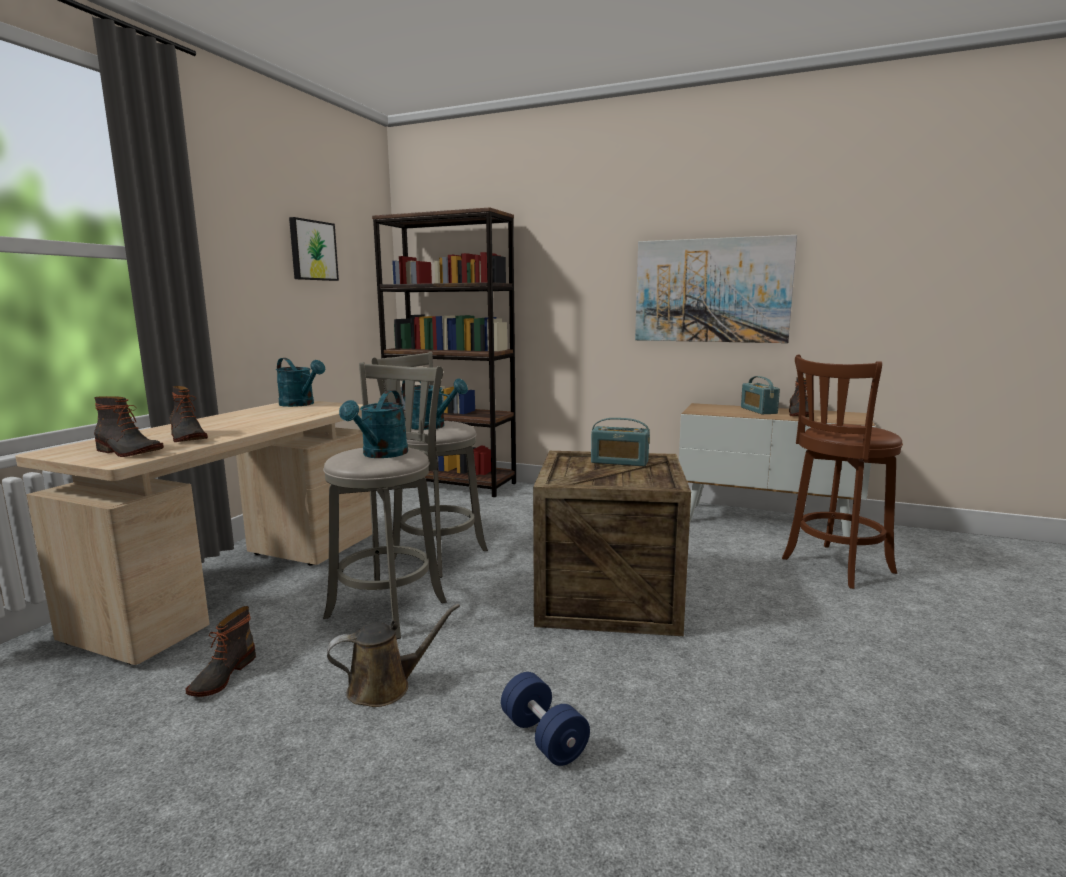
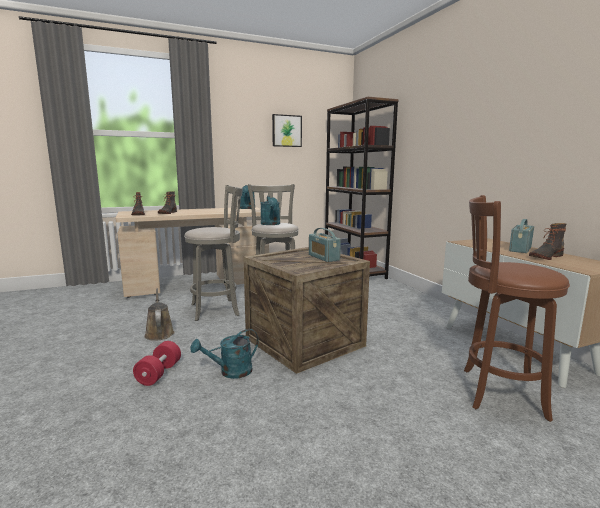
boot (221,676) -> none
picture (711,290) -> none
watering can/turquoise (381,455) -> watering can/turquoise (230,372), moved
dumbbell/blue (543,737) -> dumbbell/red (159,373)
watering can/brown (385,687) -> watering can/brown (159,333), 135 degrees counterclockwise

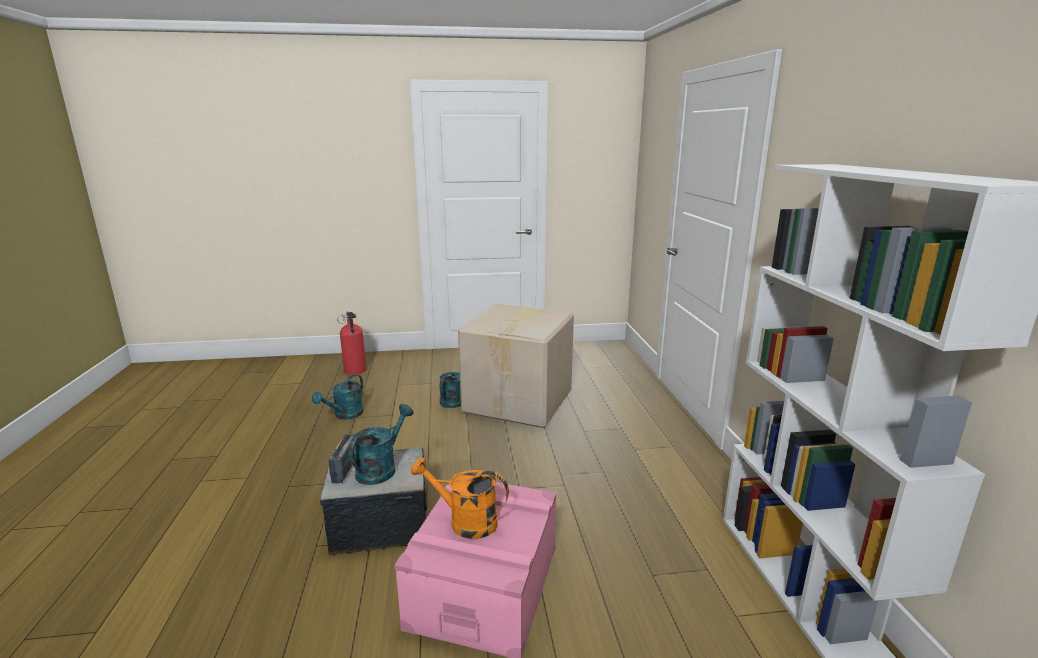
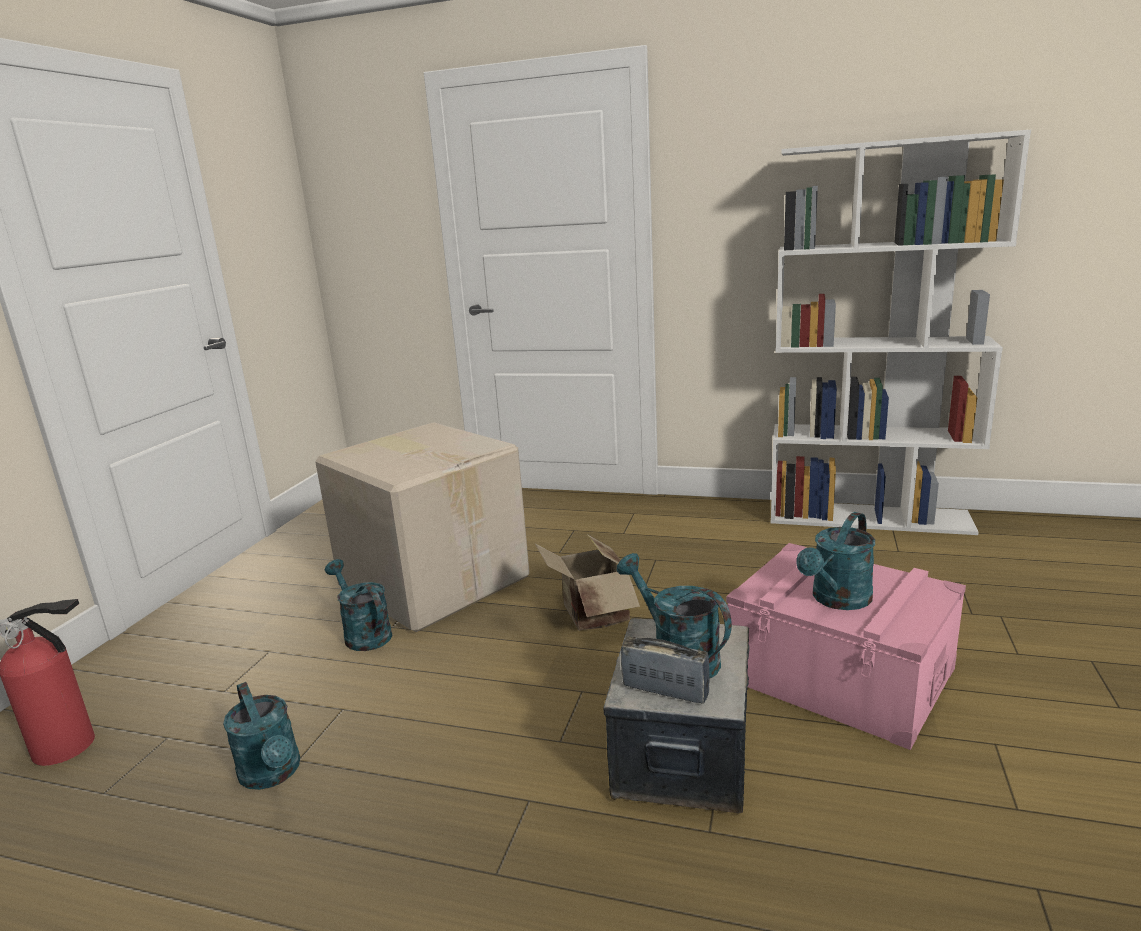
none -> cardboard box (591,616)
watering can/orange (465,521) -> watering can/turquoise (837,600)

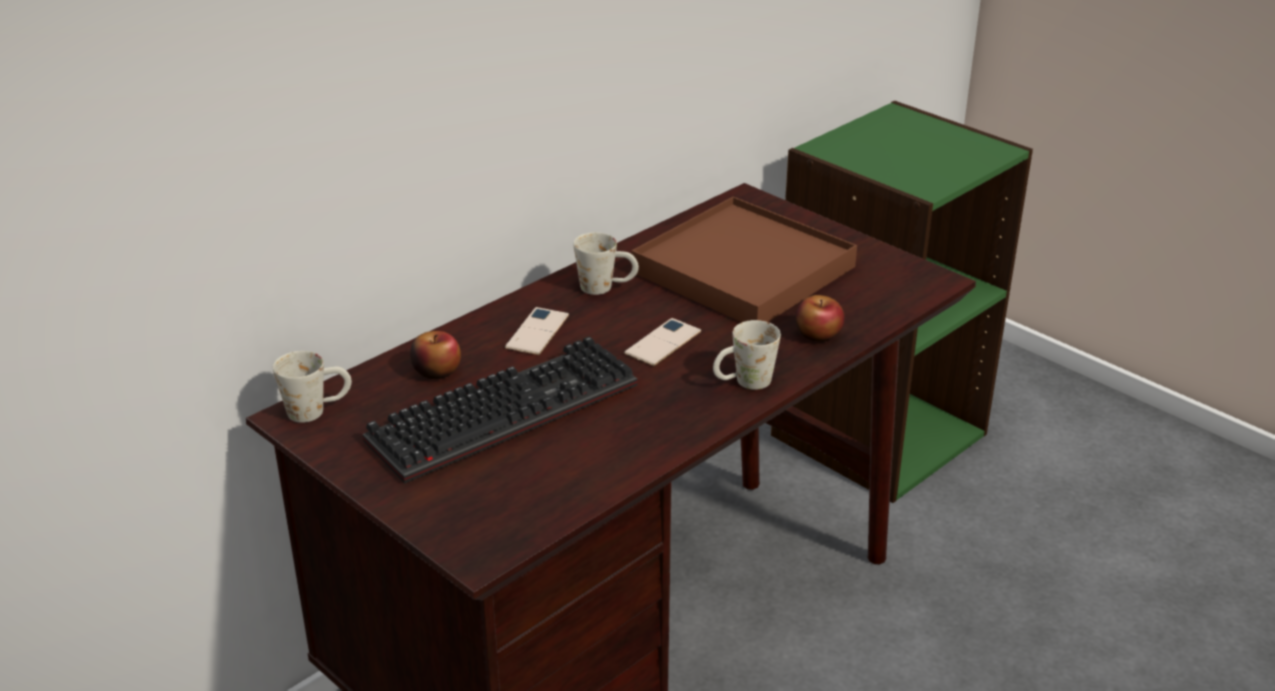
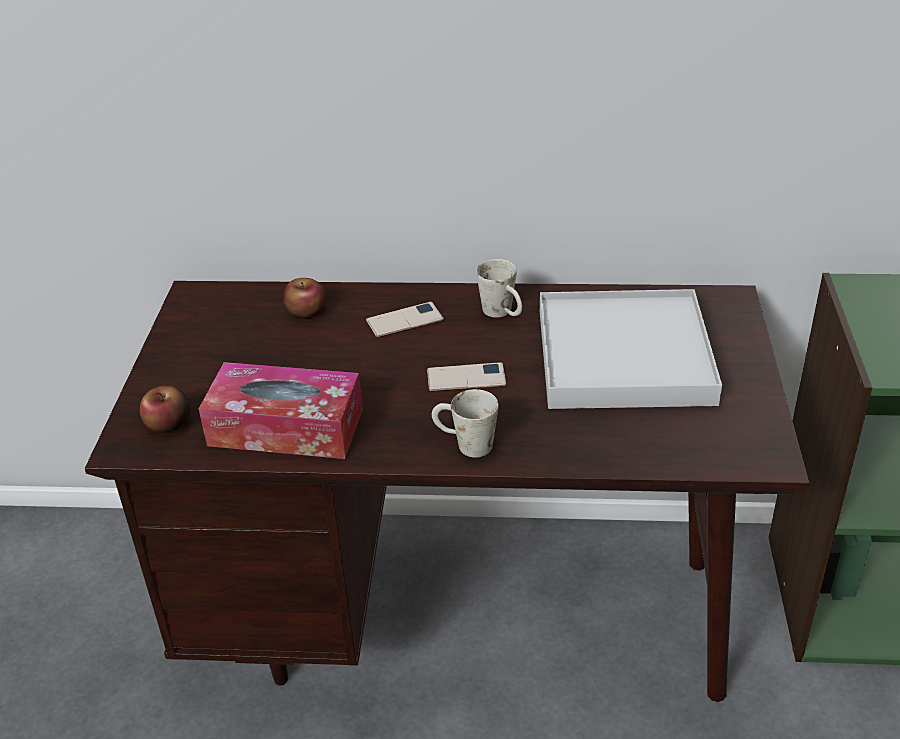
mug/white (317,410) -> none
keyboard (505,409) -> none
none -> tissue box (286,428)
apple (818,334) -> apple (168,424), moved
tray/brown (743,269) -> tray/white (624,356)

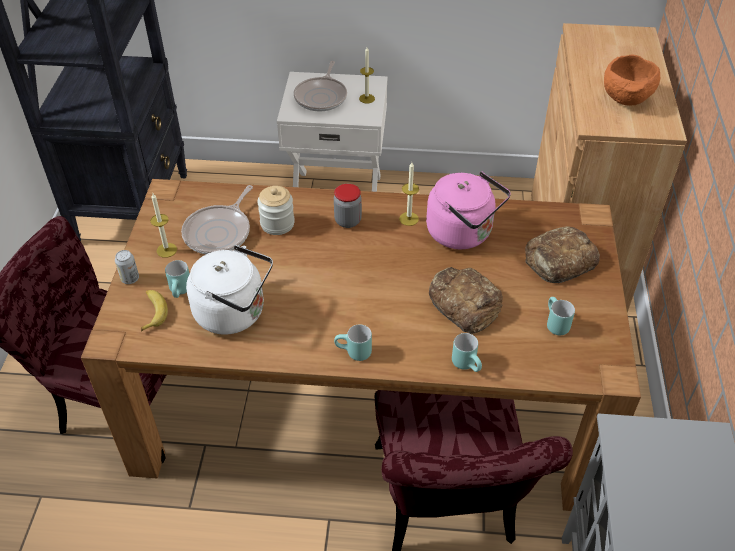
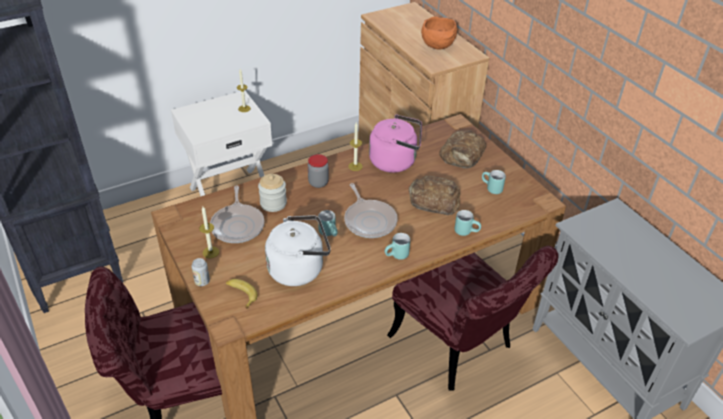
mug/turquoise (181,291) -> mug/turquoise (330,233), moved
frying pan (322,96) -> frying pan (369,220), moved

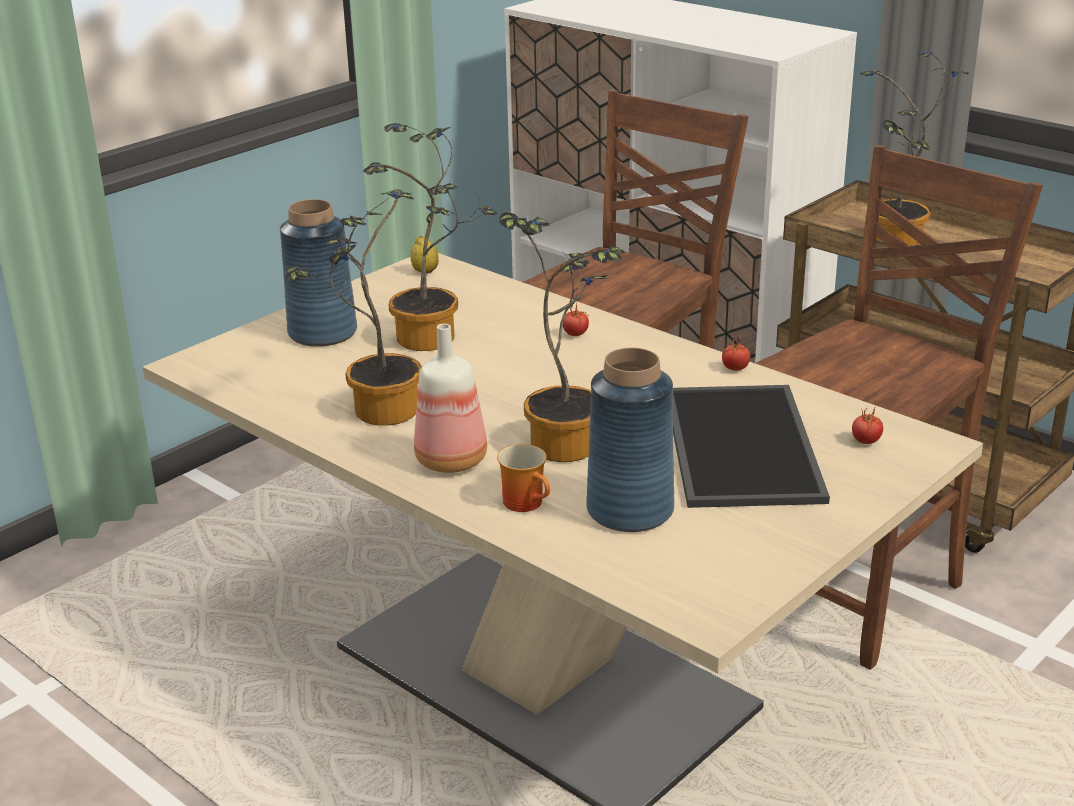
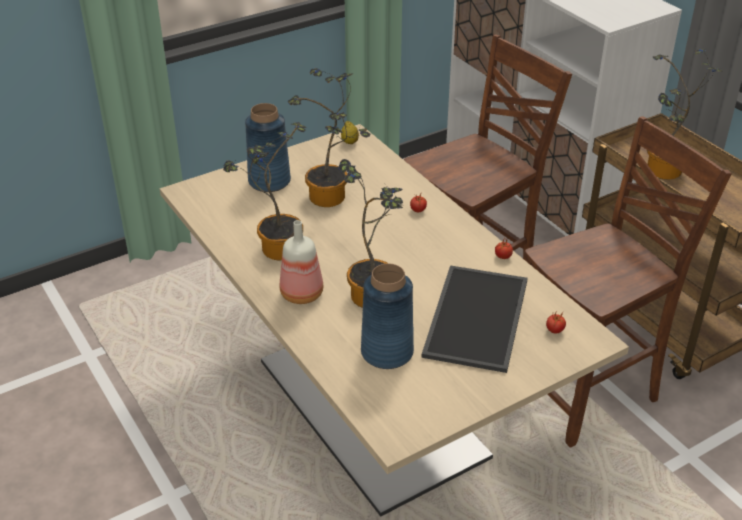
mug (528,503) -> none

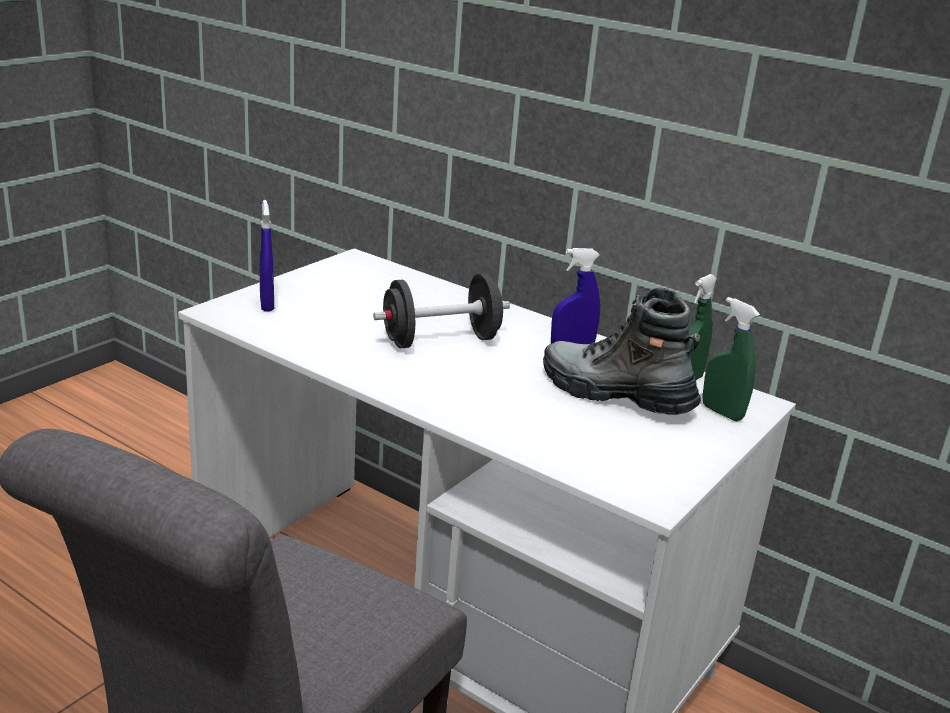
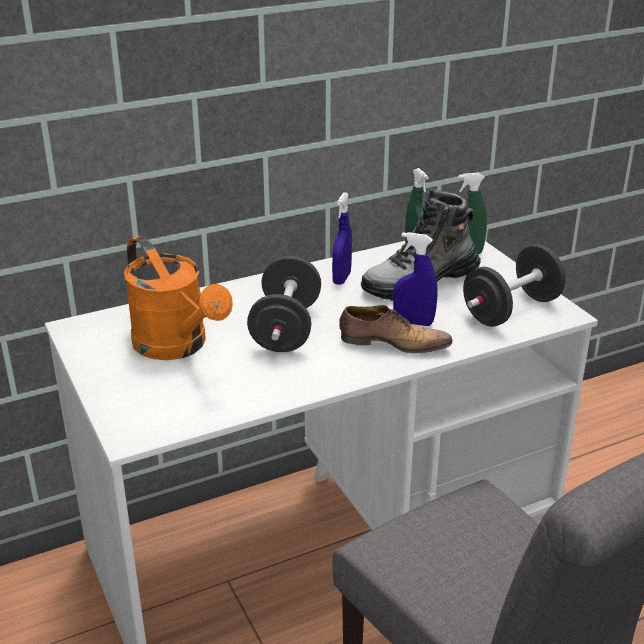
none -> watering can/orange (177,346)
none -> shoe (392,343)
none -> dumbbell/black (511,310)
spray bottle/blue (267,304) -> spray bottle/blue (413,322), moved

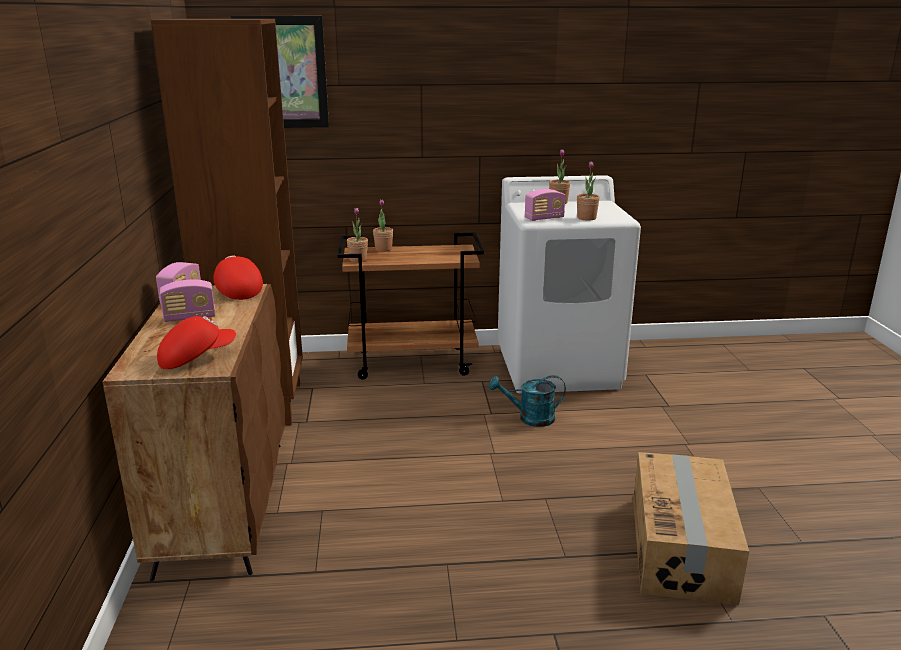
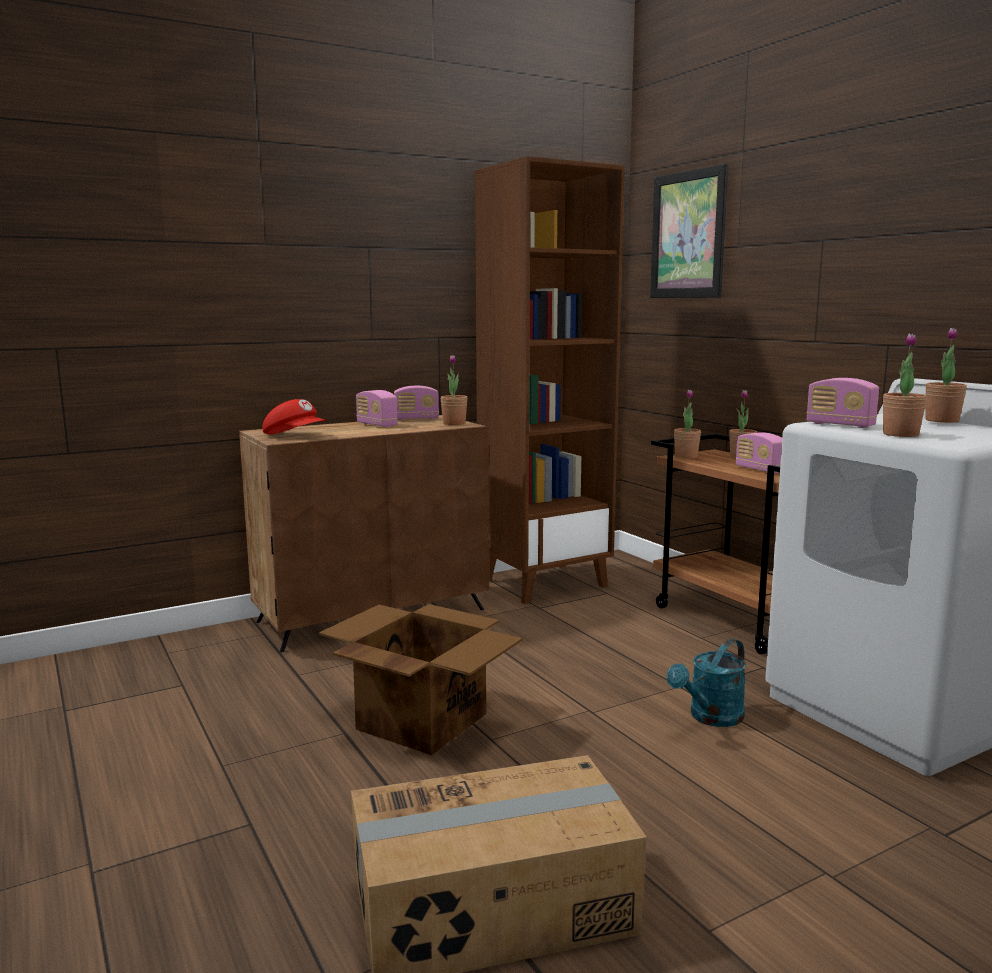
none -> cardboard box (421,720)
none -> radio (759,470)
cap/red (237,290) -> potted plant (454,423)
watering can/turquoise (530,418) -> watering can/turquoise (710,718), 105 degrees counterclockwise

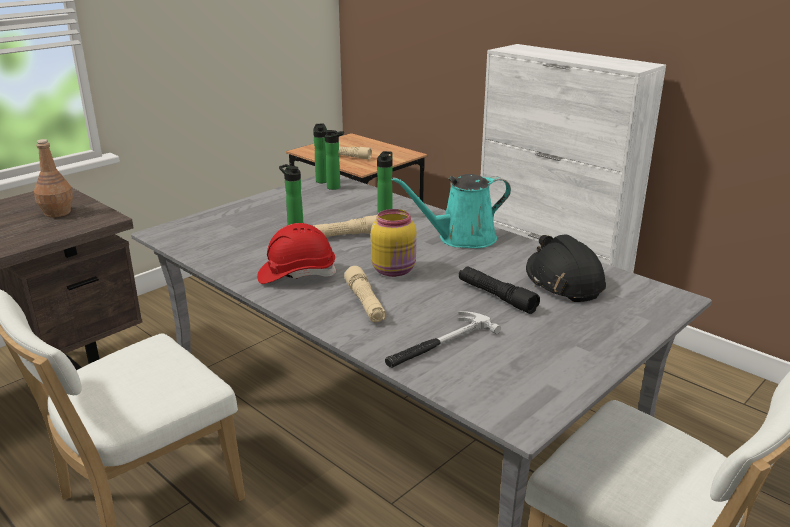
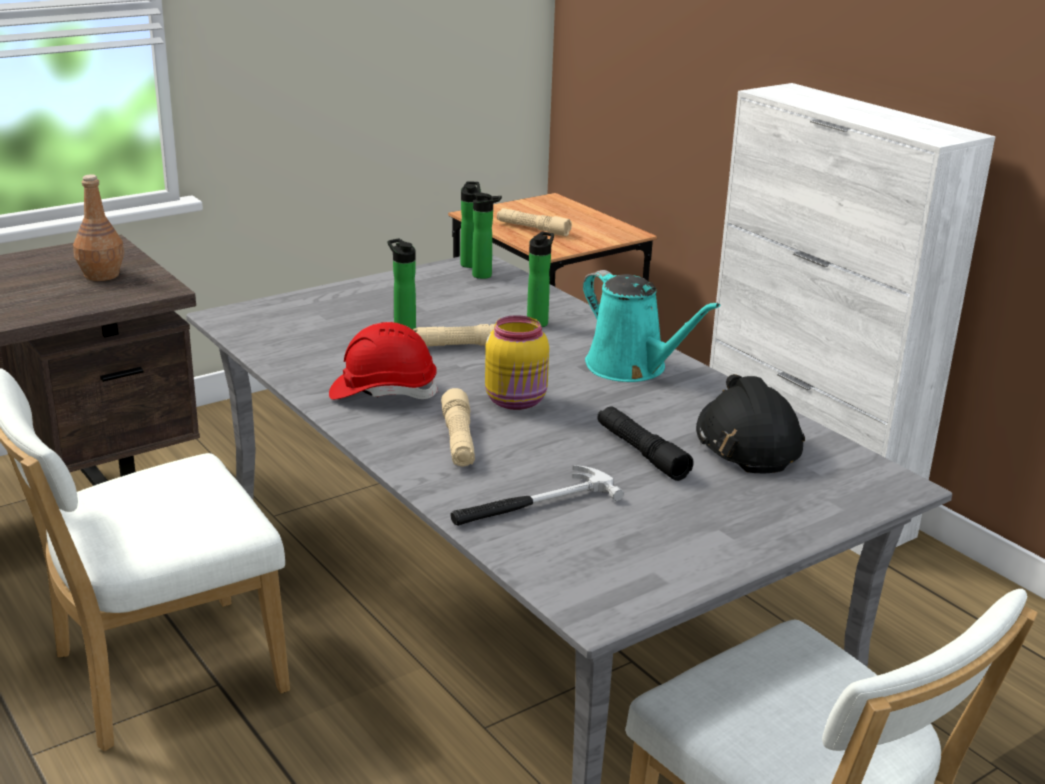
watering can/turquoise (461,239) -> watering can/turquoise (631,368), 120 degrees counterclockwise

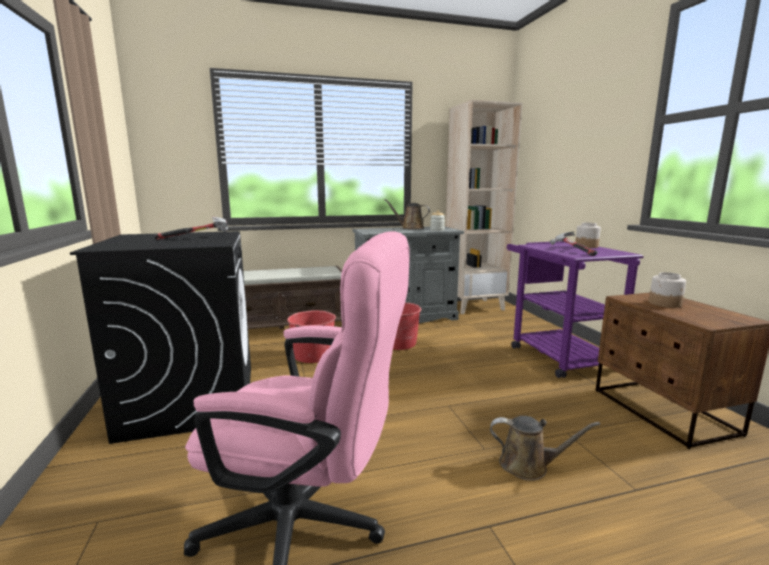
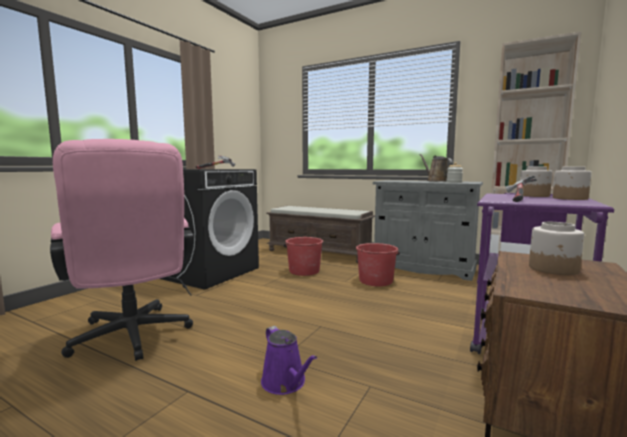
none -> jar (533,196)
watering can/brown (528,466) -> watering can/purple (285,383)

